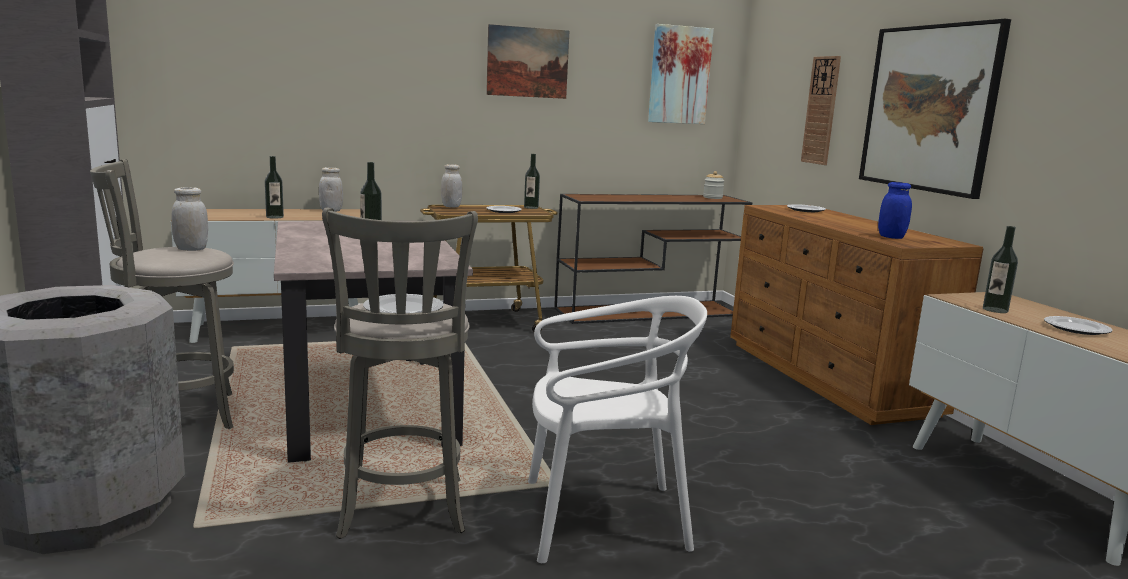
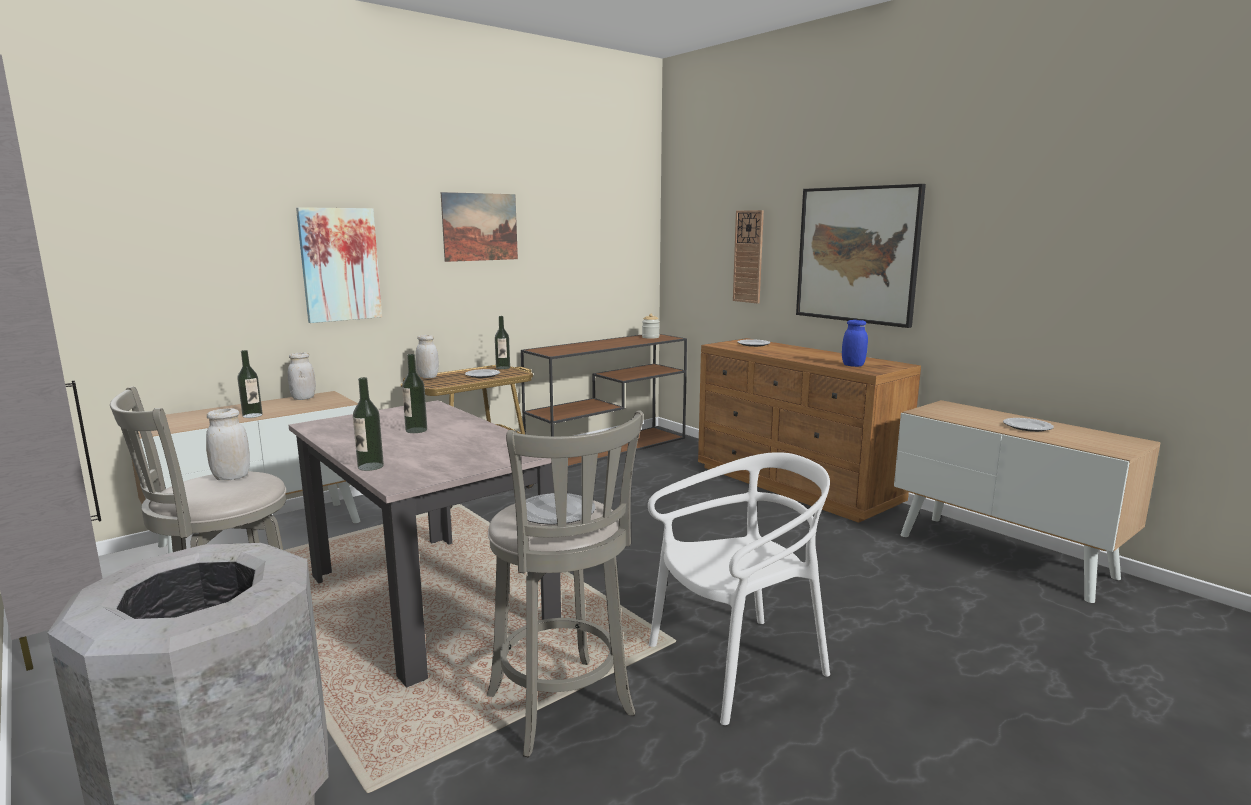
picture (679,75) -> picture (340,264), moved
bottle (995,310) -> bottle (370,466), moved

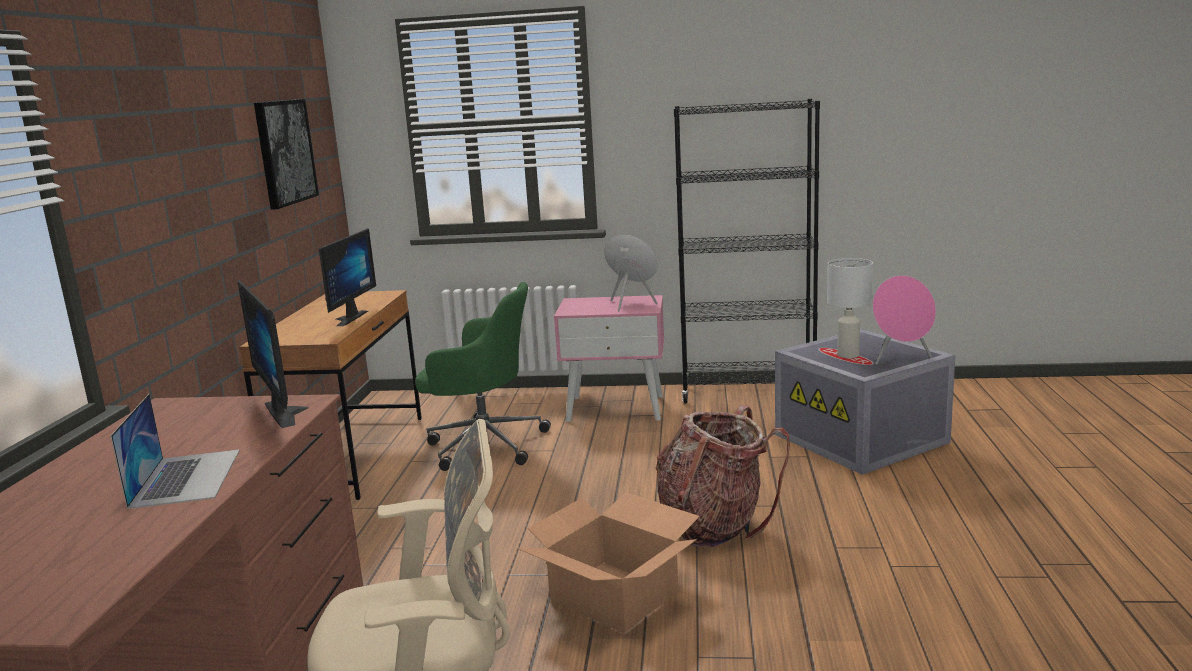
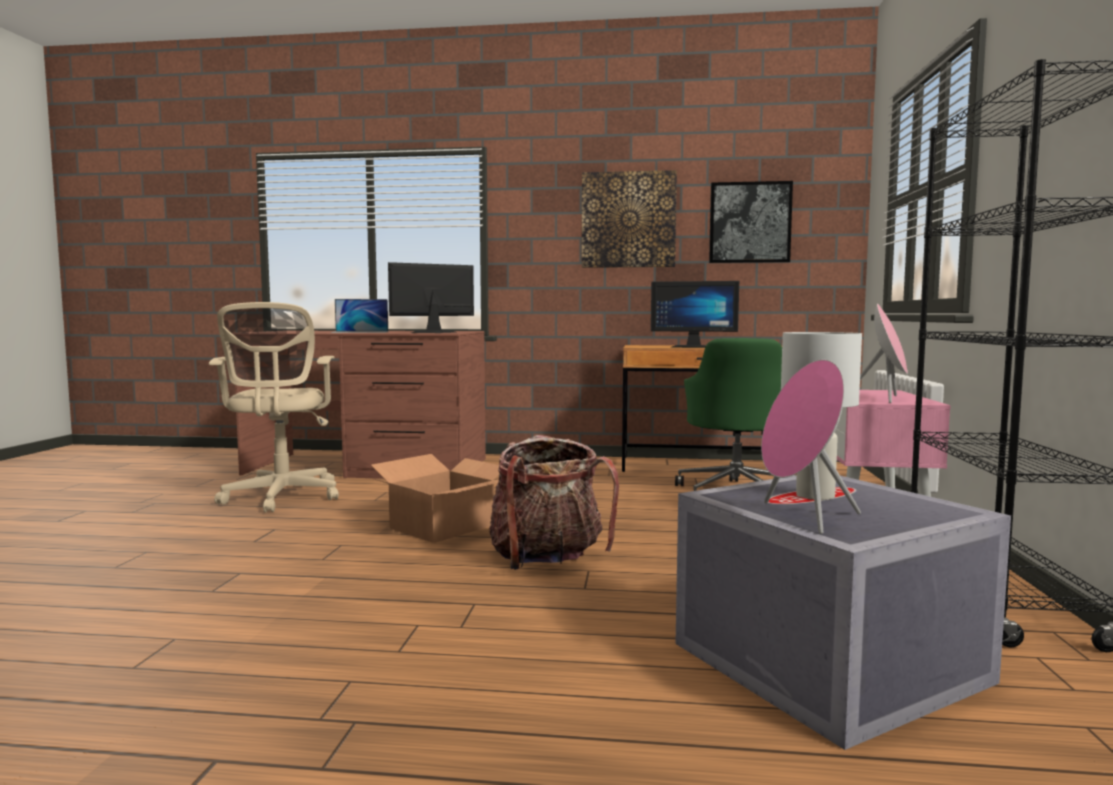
none -> picture (628,220)

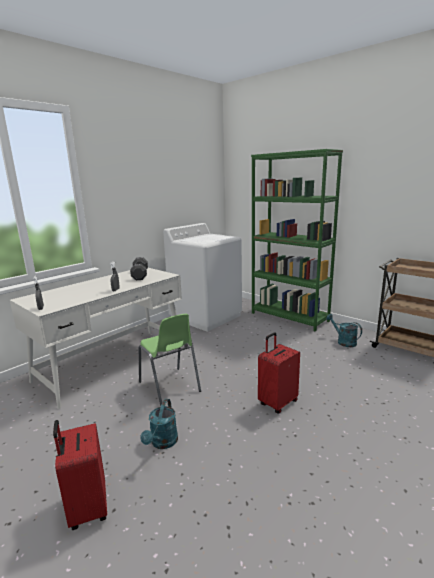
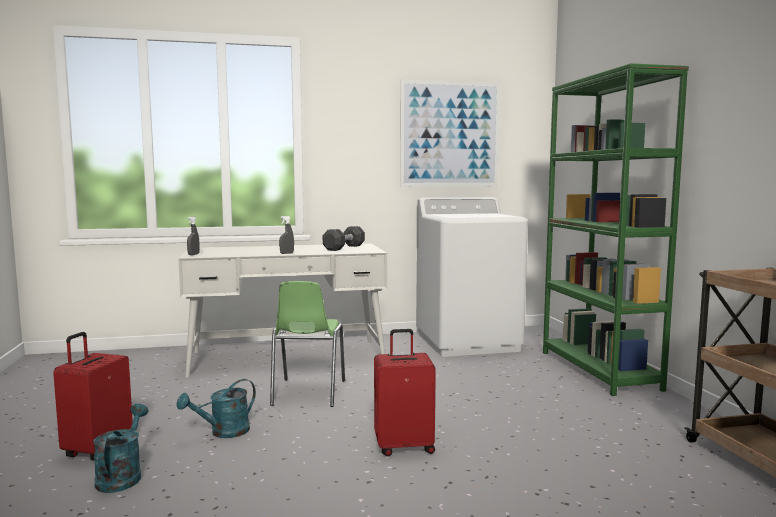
none -> picture (450,134)
watering can/turquoise (343,341) -> watering can/turquoise (122,476), moved

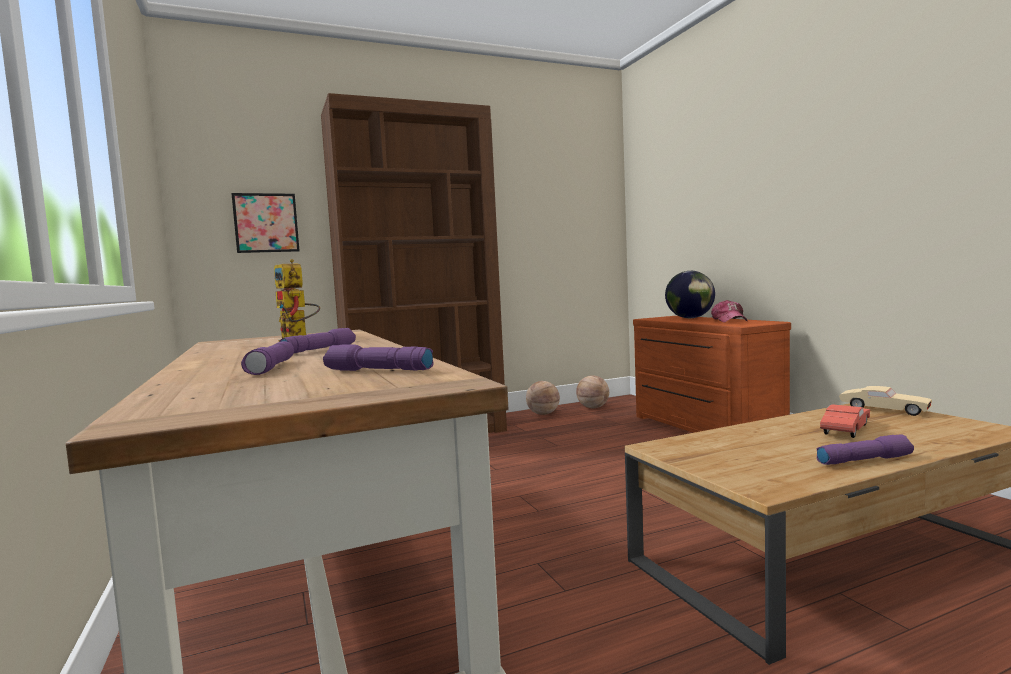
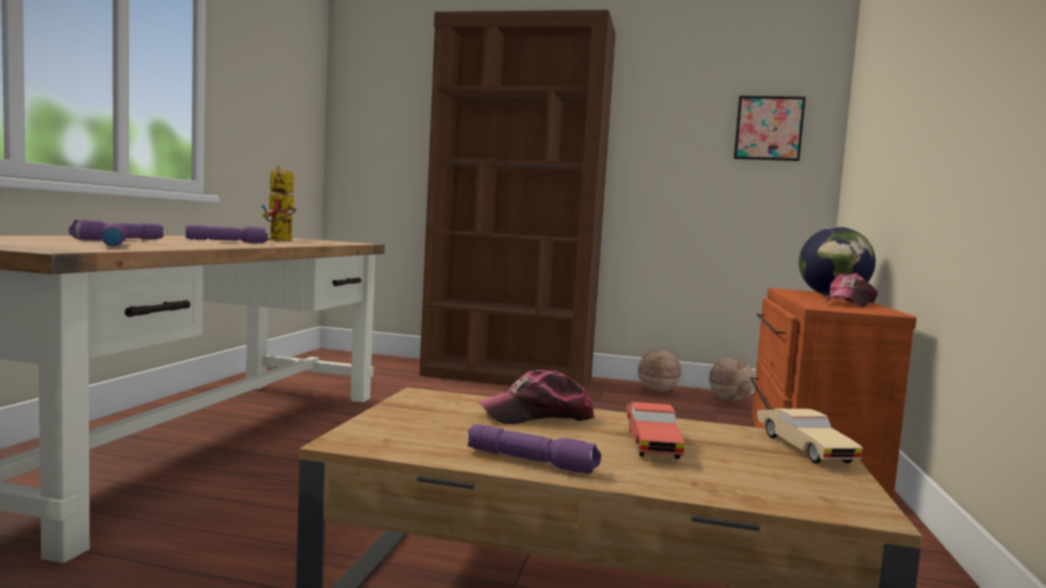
none -> cap (538,416)
picture (266,223) -> picture (768,128), moved
toy car/red (846,430) -> toy car/red (651,443), 105 degrees clockwise

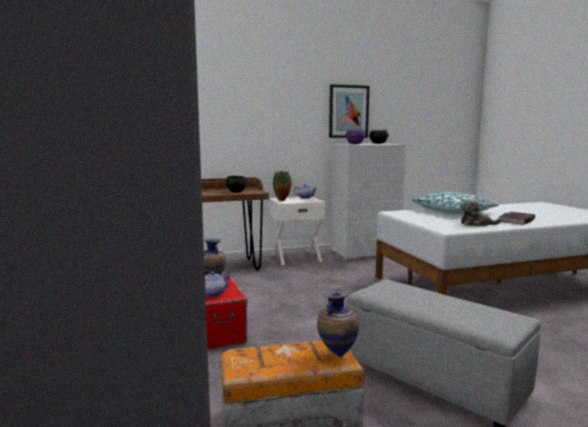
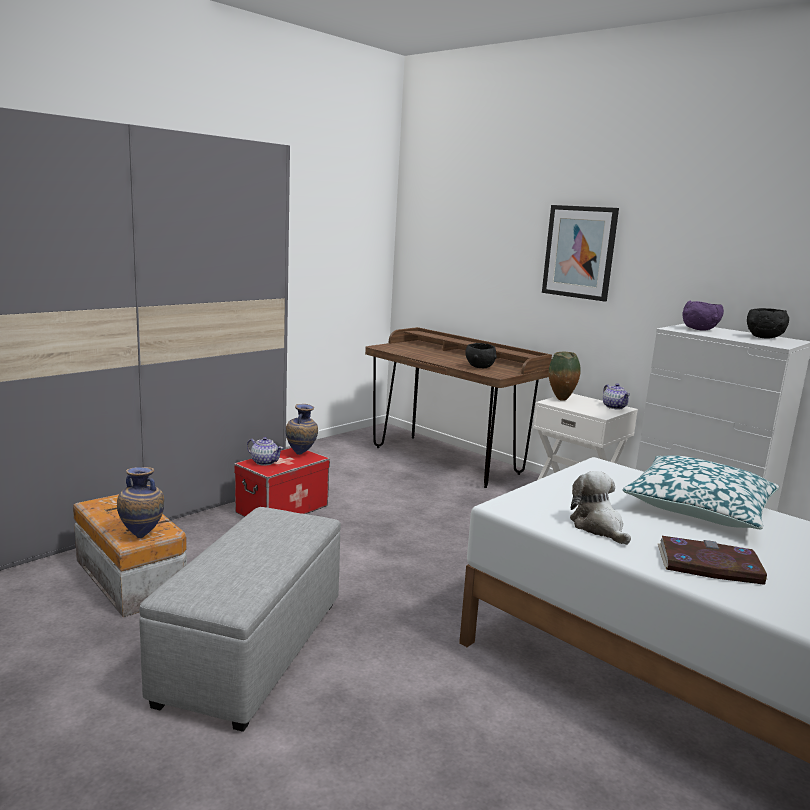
picture (348,111) -> picture (579,252), moved

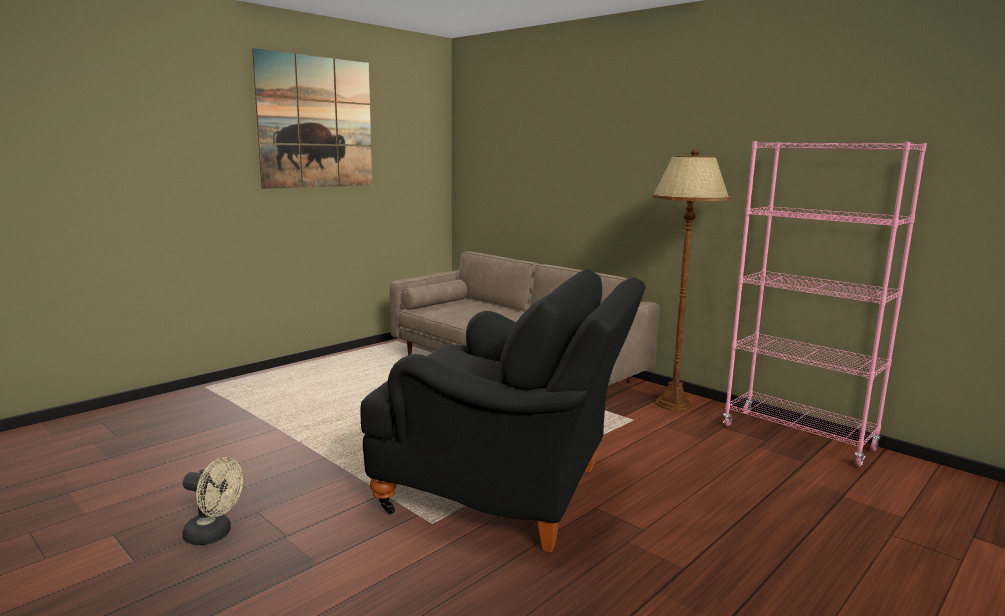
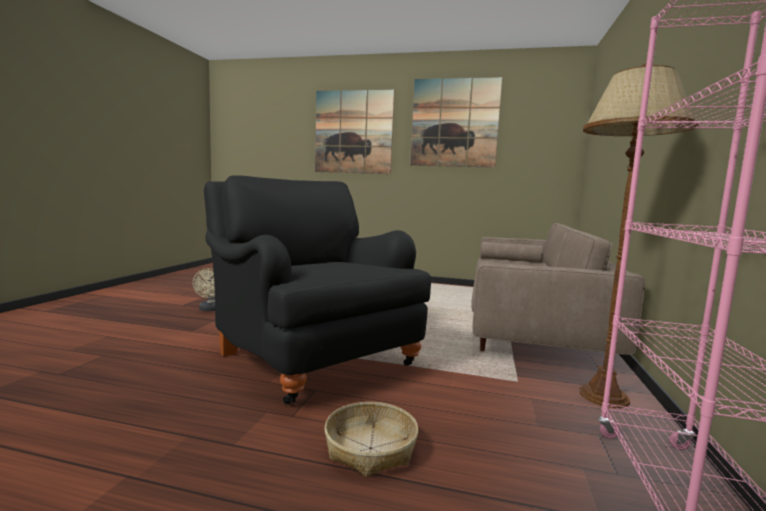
none -> picture (353,132)
none -> basket (370,449)
armchair/black (507,491) -> armchair/black (311,356), 150 degrees clockwise

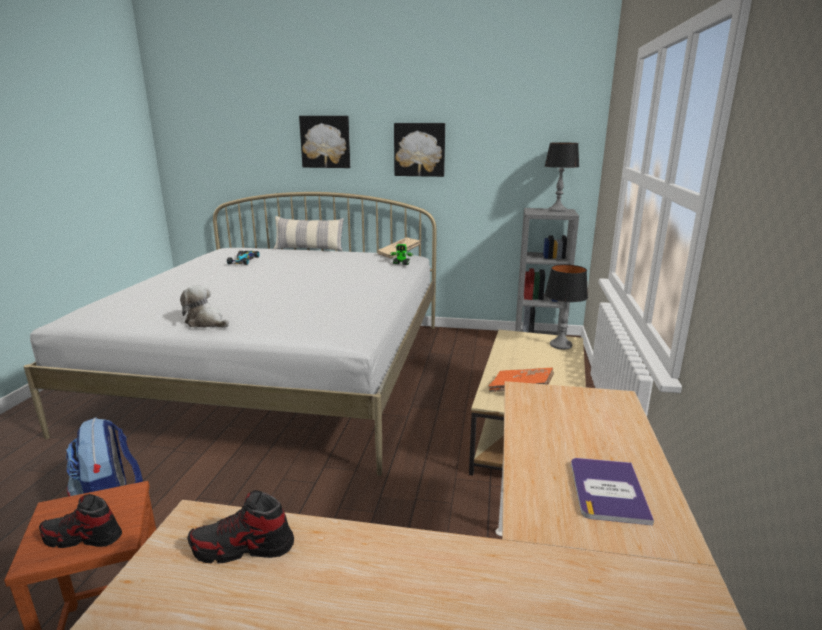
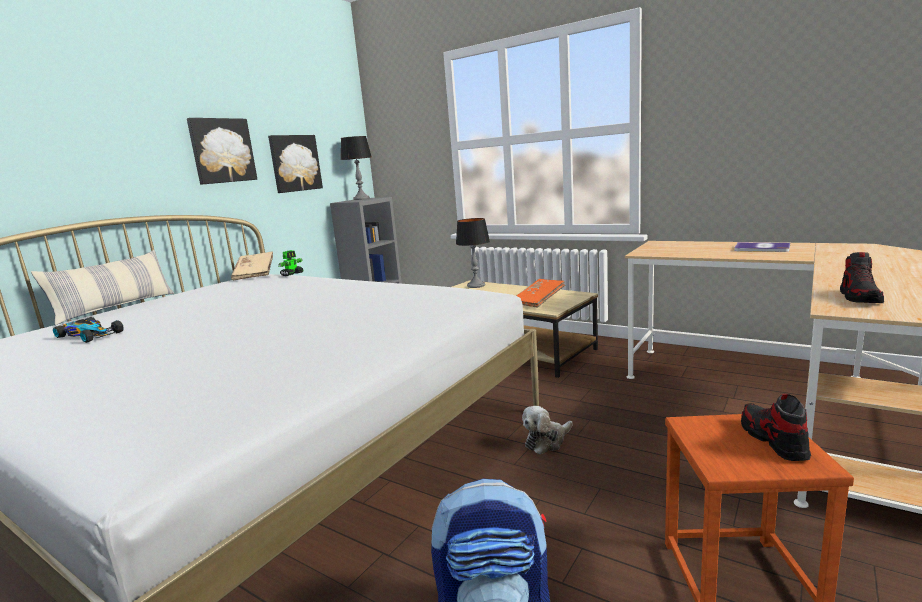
plush toy (206,322) -> plush toy (546,441), moved
picture (325,142) -> picture (294,163), moved
shoe (82,538) -> shoe (773,440), 150 degrees clockwise

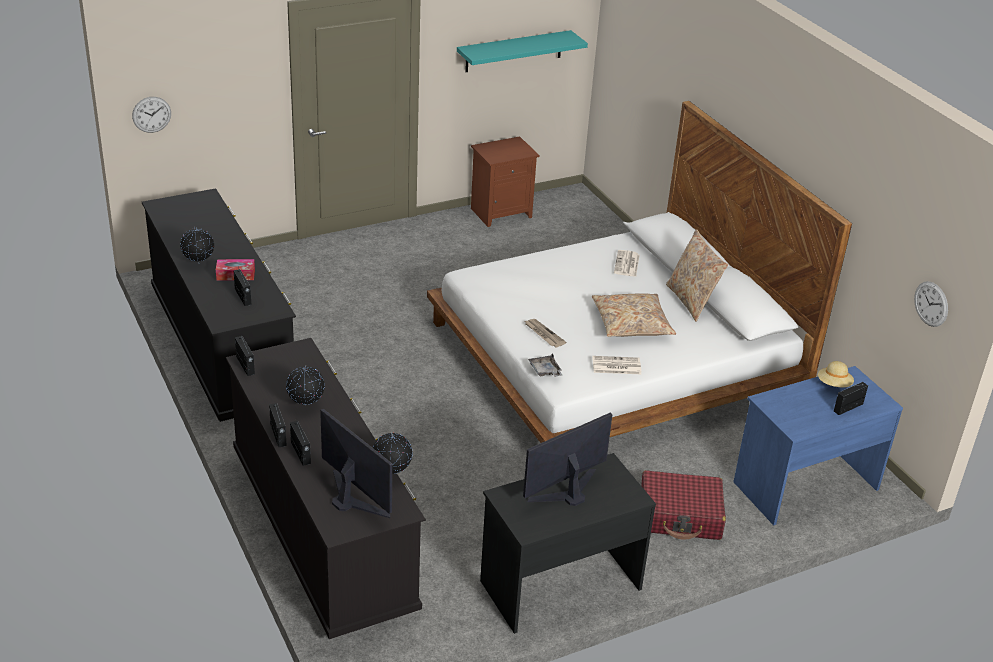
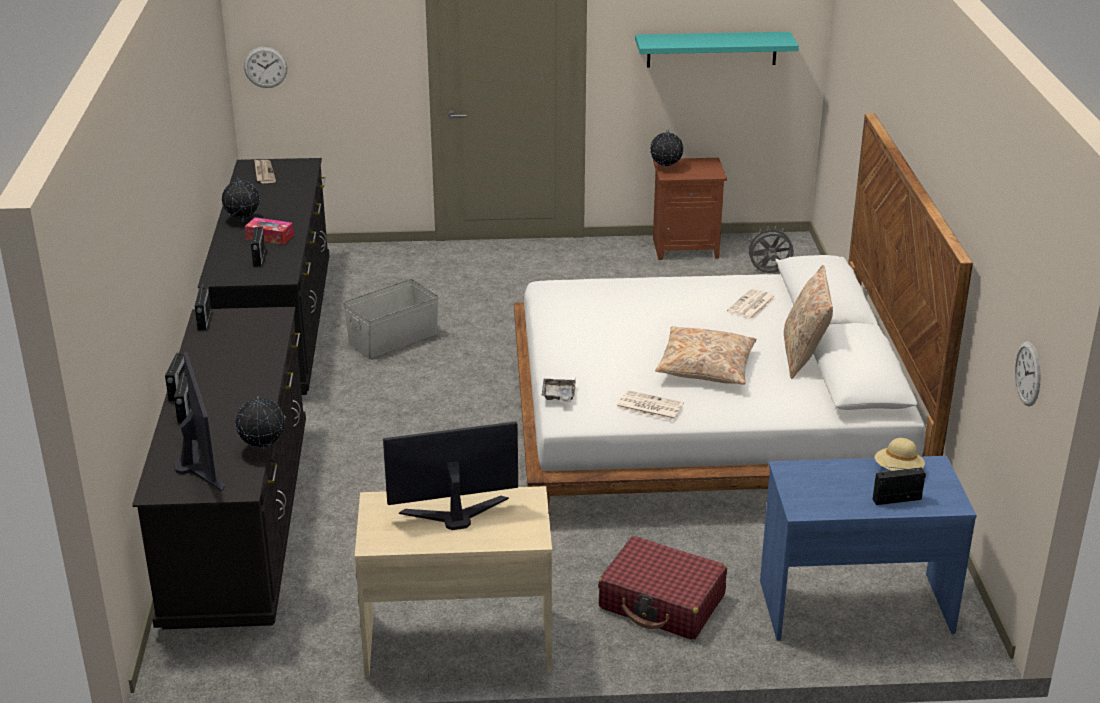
none -> storage box/grey (394,339)
none -> fan/grey (769,273)
globe (306,404) -> globe (666,169), moved
newspaper (543,334) -> newspaper (264,173), moved
desk/black (559,584) -> desk/beige (457,639)

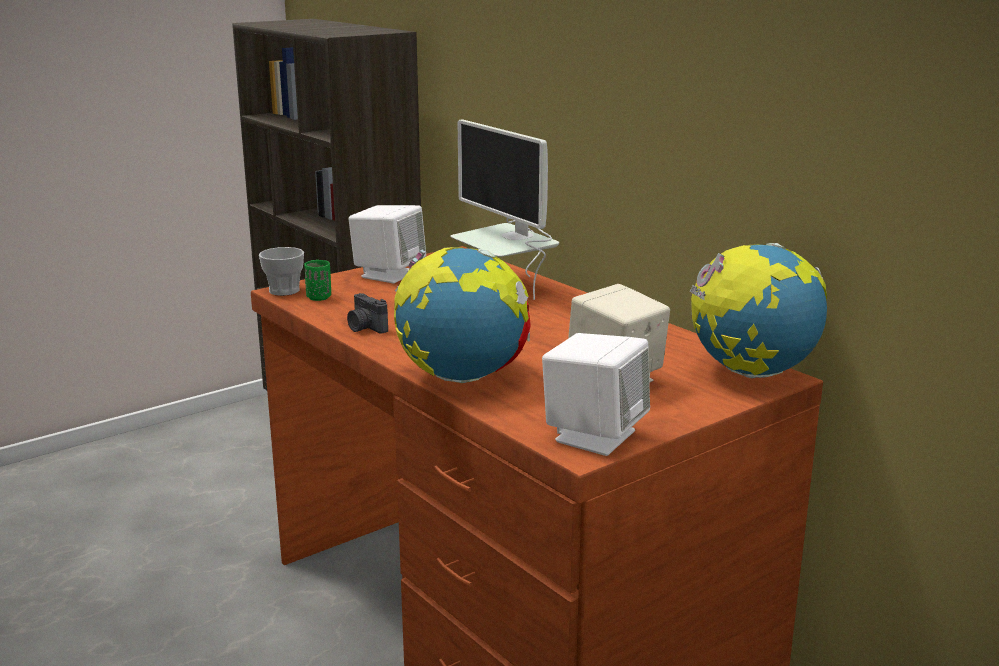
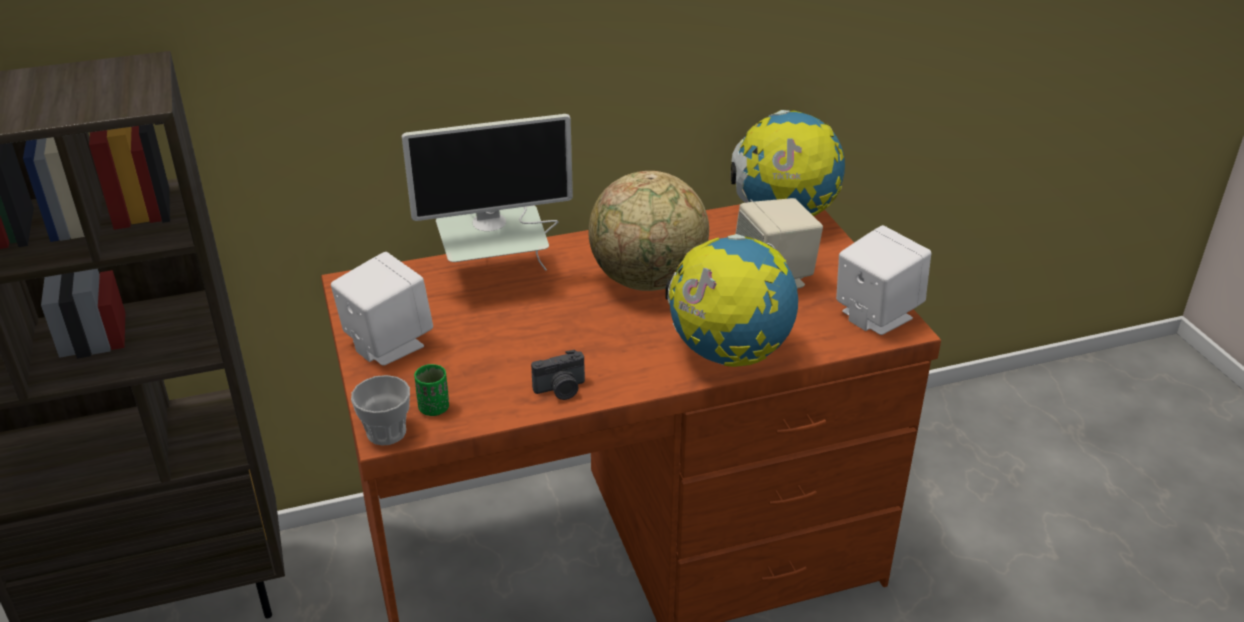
none -> globe (648,281)

